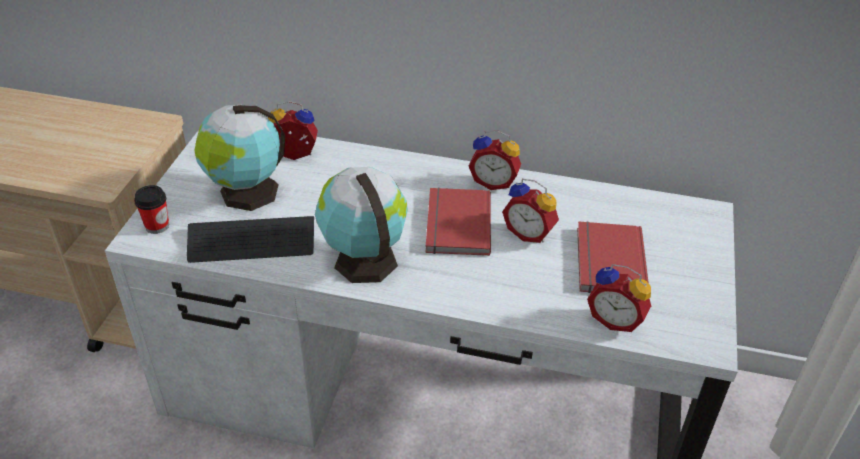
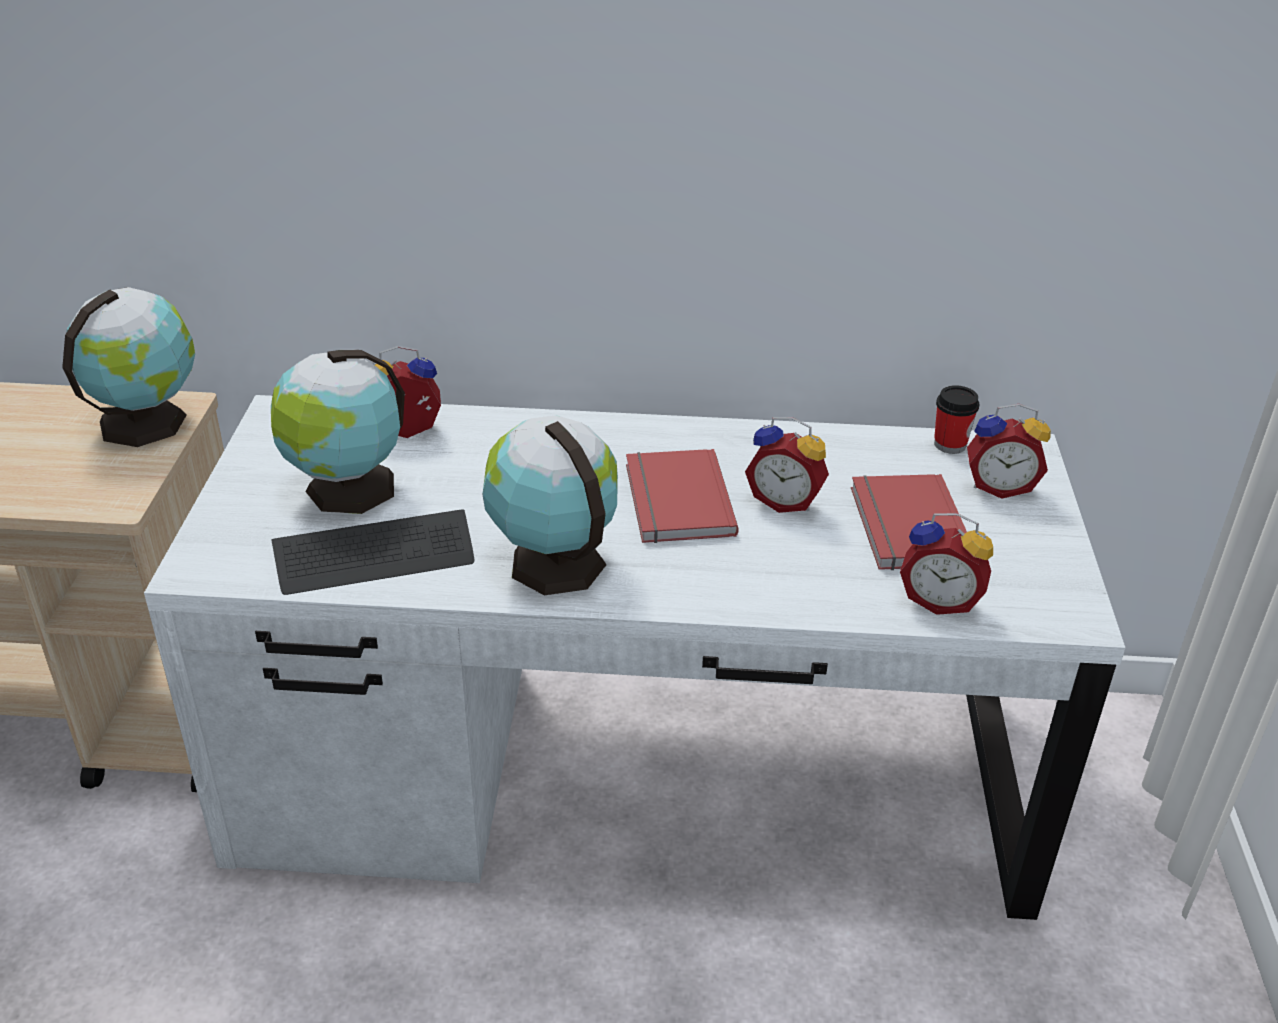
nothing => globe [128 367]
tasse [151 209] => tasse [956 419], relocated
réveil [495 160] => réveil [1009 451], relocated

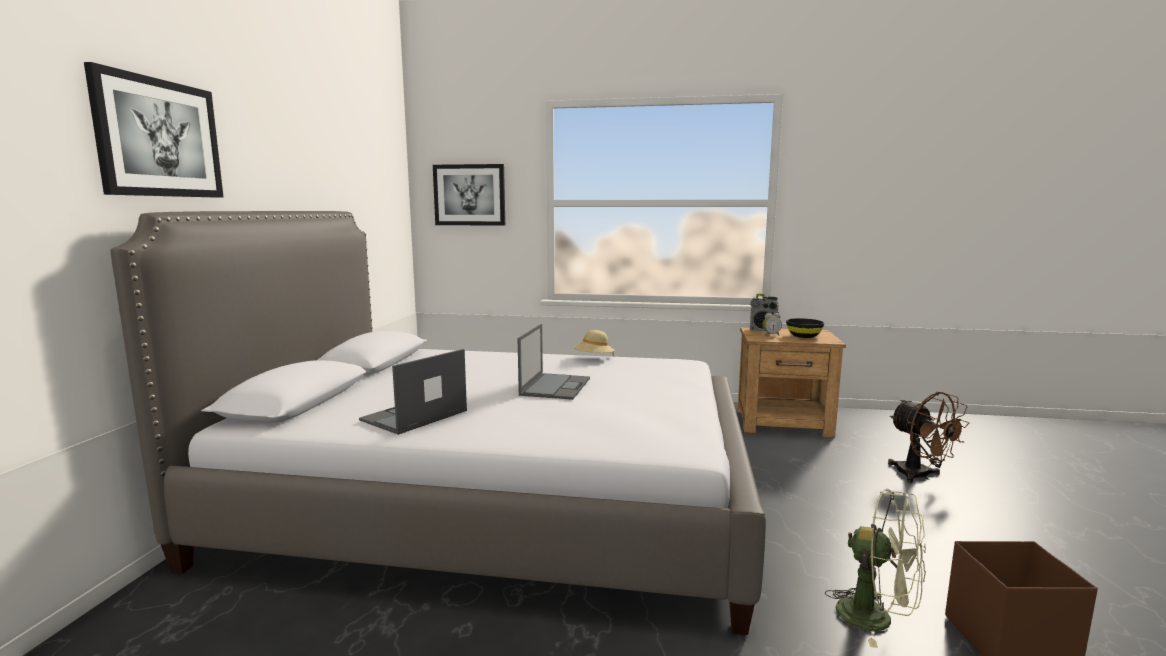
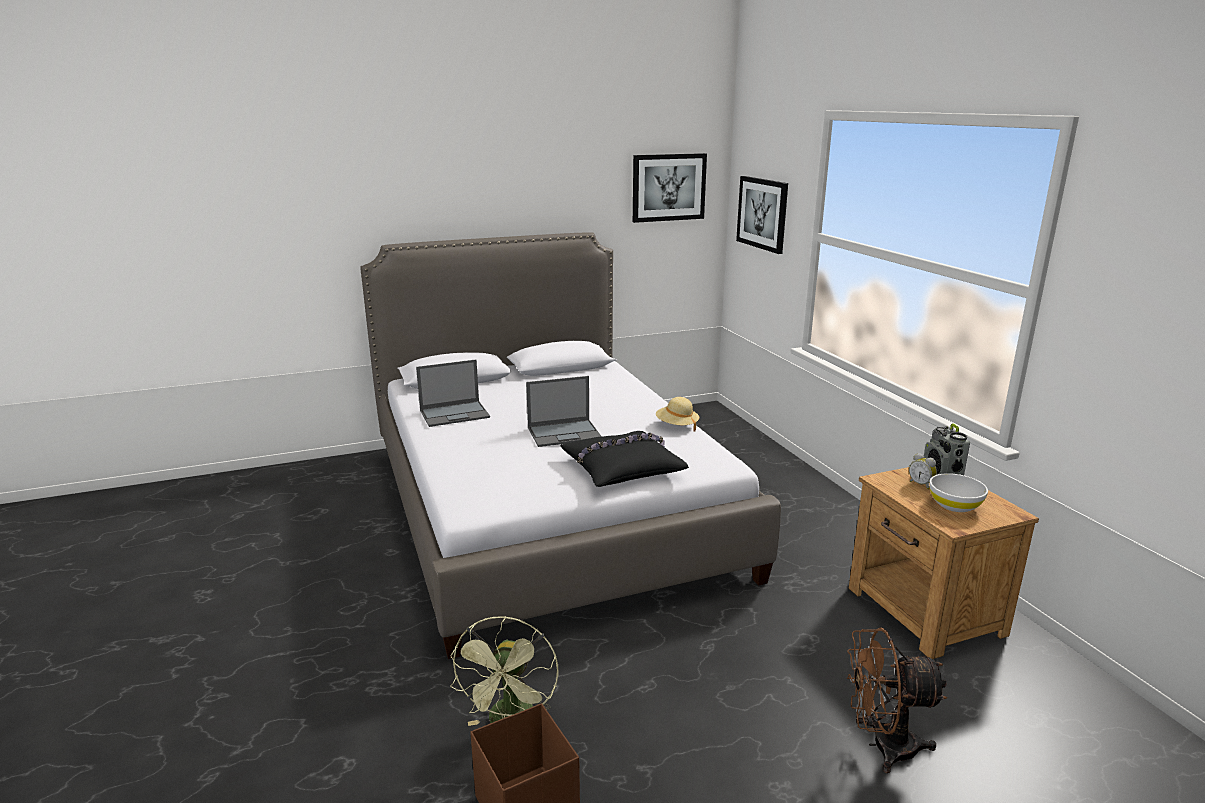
ordinateur portable [413 392] => ordinateur portable [453 393], 150 degrees clockwise
nothing => coussin [noir] [624 459]
tableau [154 130] => tableau [670 188], relocated
ventilateur [marron] [929 437] => ventilateur [marron] [897 700], 60 degrees clockwise
bol [noir] [805 328] => bol [blanc] [958 492]

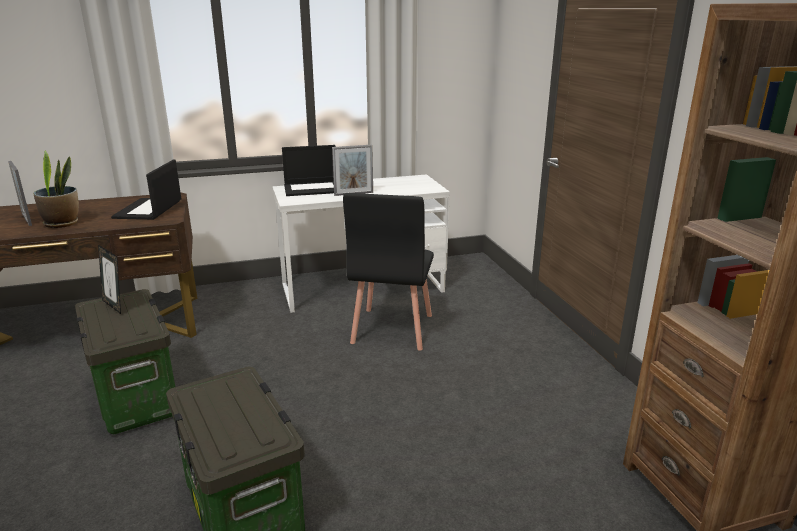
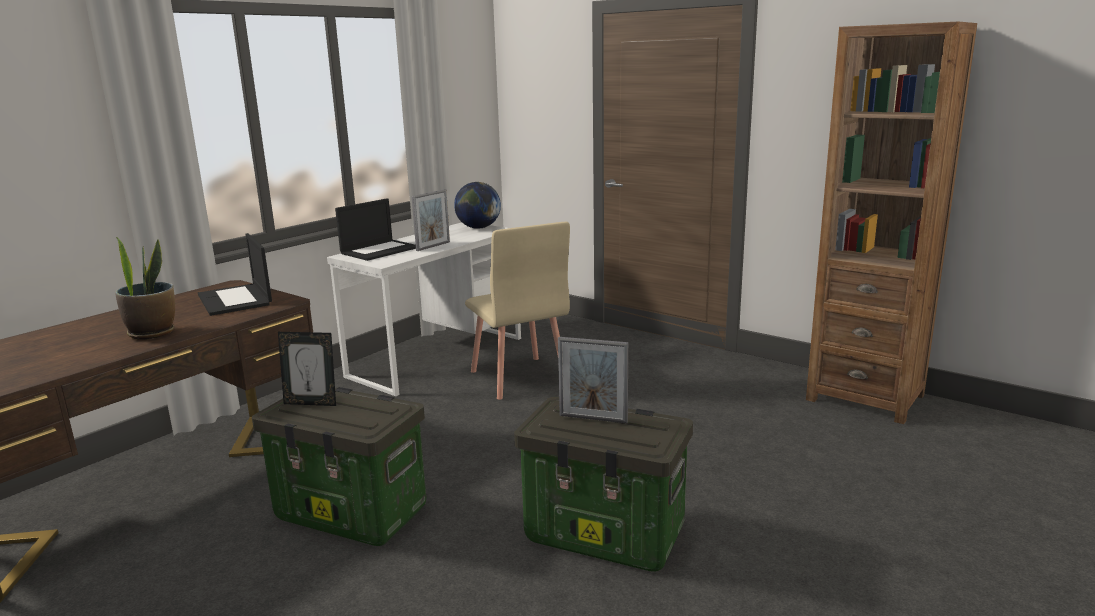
nothing => globe [477 205]
chaise [noir] [388 272] => chaise [beige] [517 311]
cadre photo [20 193] => cadre photo [593 380], relocated

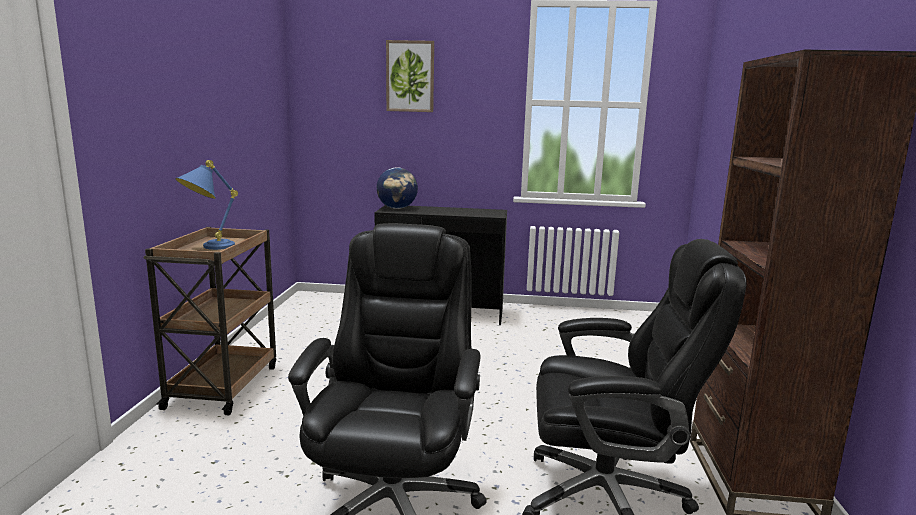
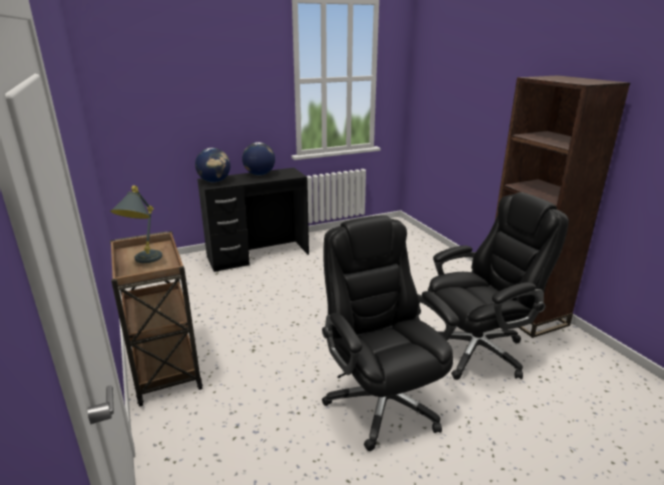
lampe de table [bleu] [206 205] => lampe de table [gris] [136 224]
nothing => globe [258 158]
tableau [410 76] => nothing

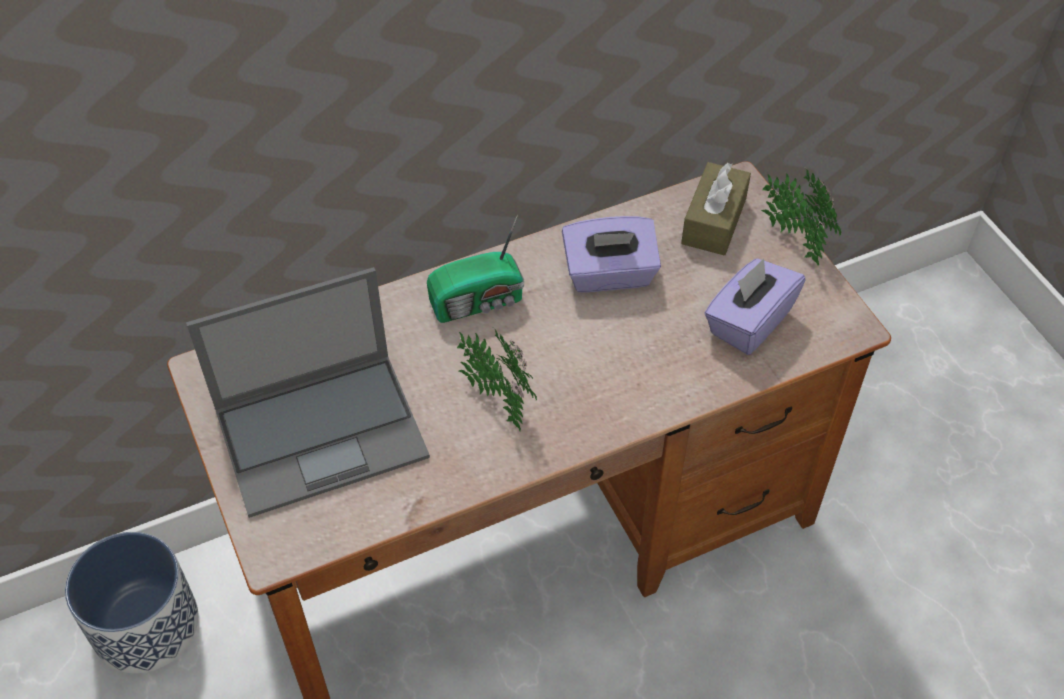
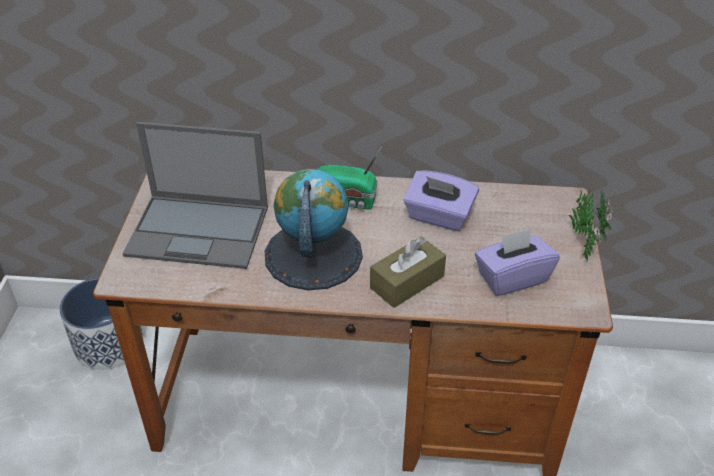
plante en pot [497 379] => globe [314 230]
boîte à mouchoirs [marron] [716 208] => boîte à mouchoirs [marron] [408 272], relocated

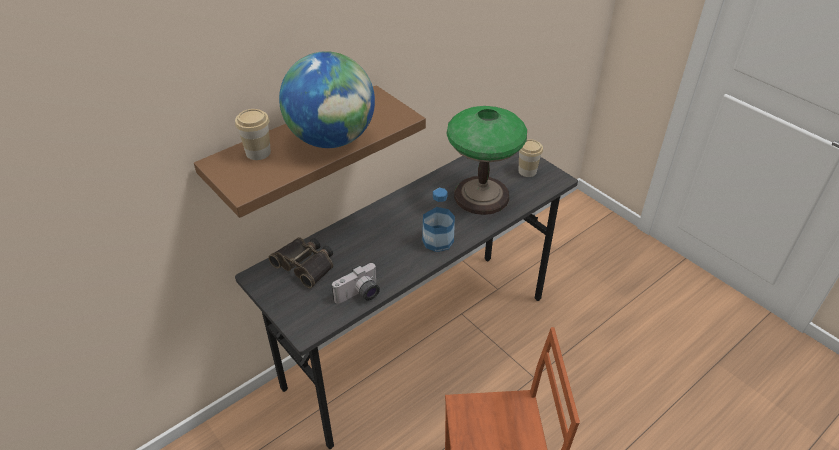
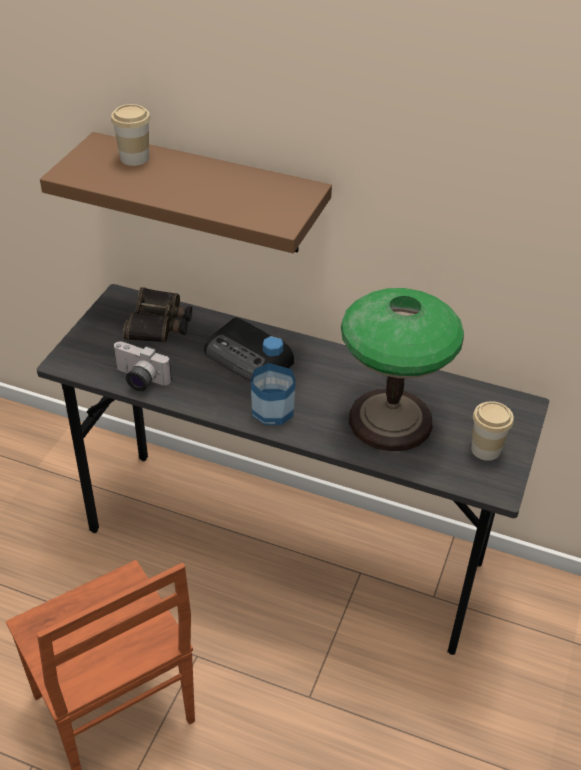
nothing => radio [249 349]
globe [327 99] => nothing

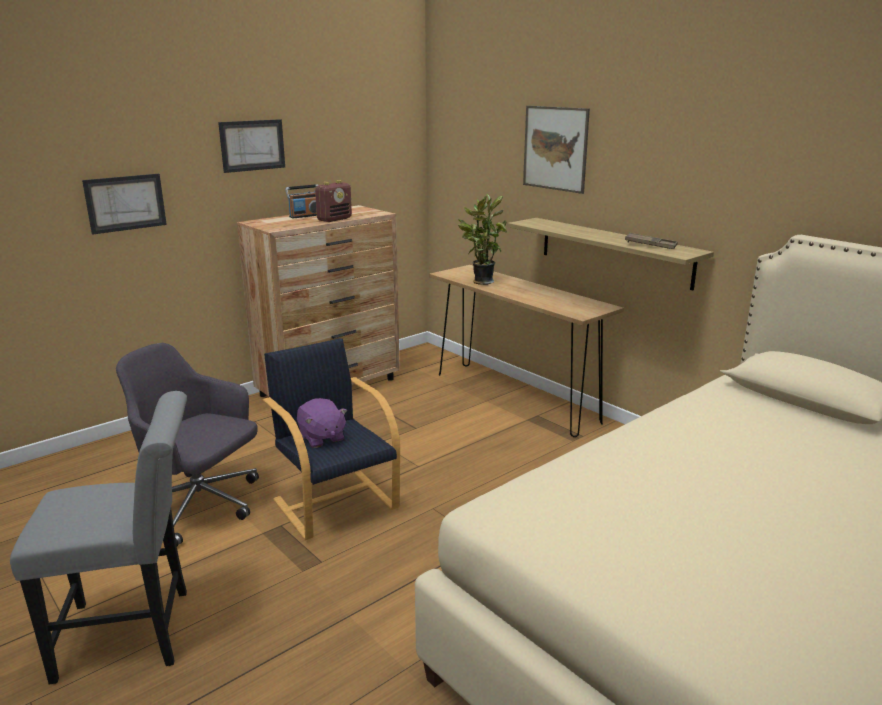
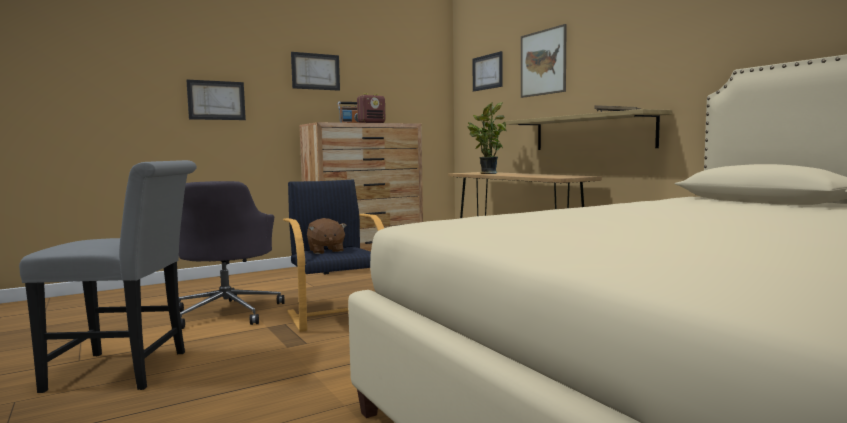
chaise de bureau [gris] [187 444] => chaise de bureau [gris] [232 255], 135 degrees counterclockwise
peluche [violet] [322 423] => peluche [marron] [327 236]
nothing => tableau [488 71]

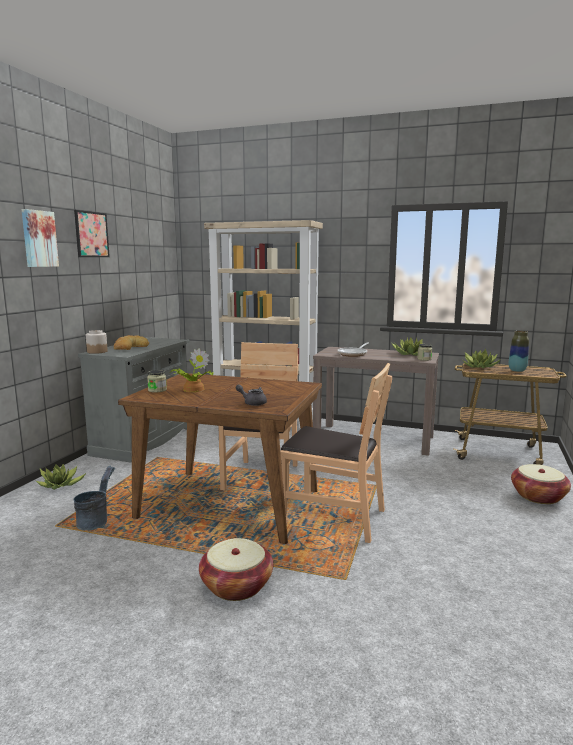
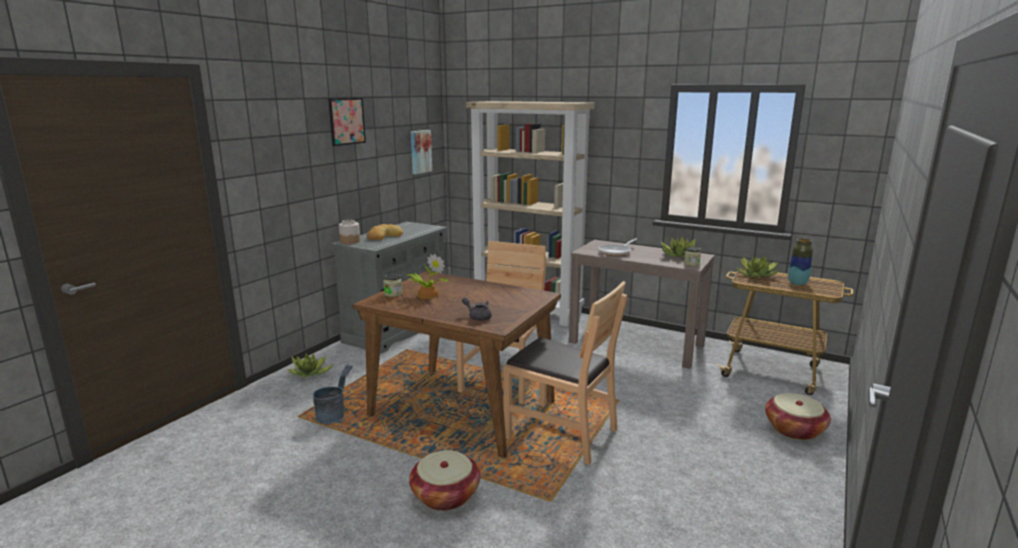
tableau [40 238] => tableau [421 152], relocated

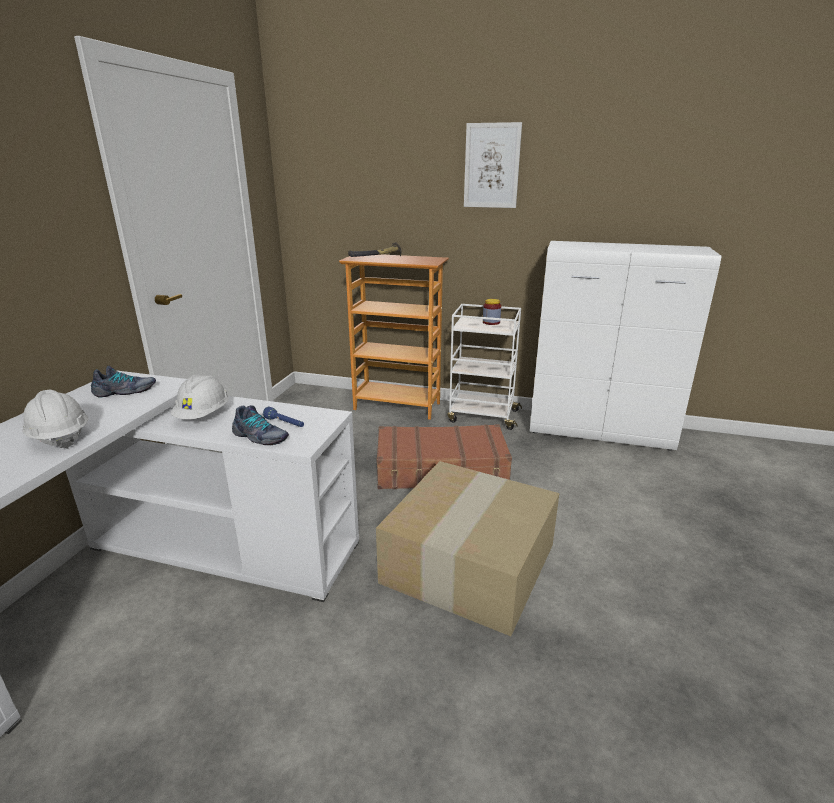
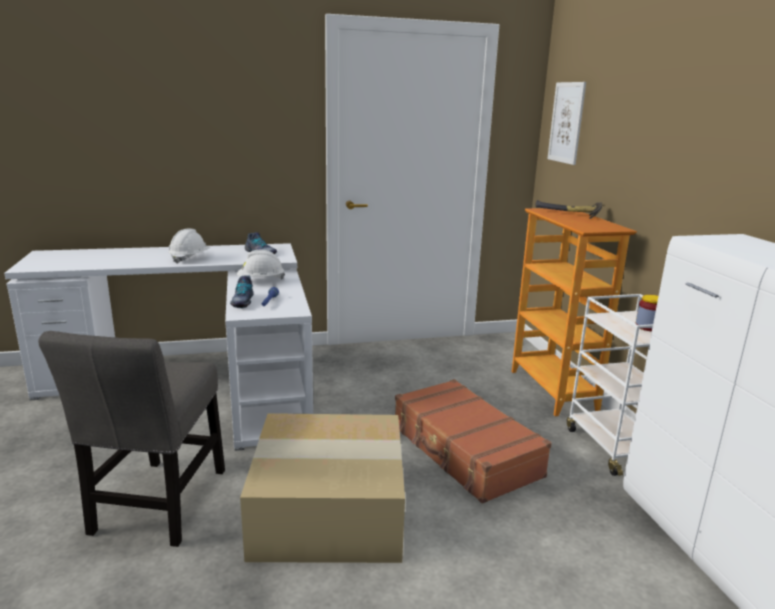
nothing => chaise [gris] [131 439]
tableau [493 165] => tableau [566 123], relocated

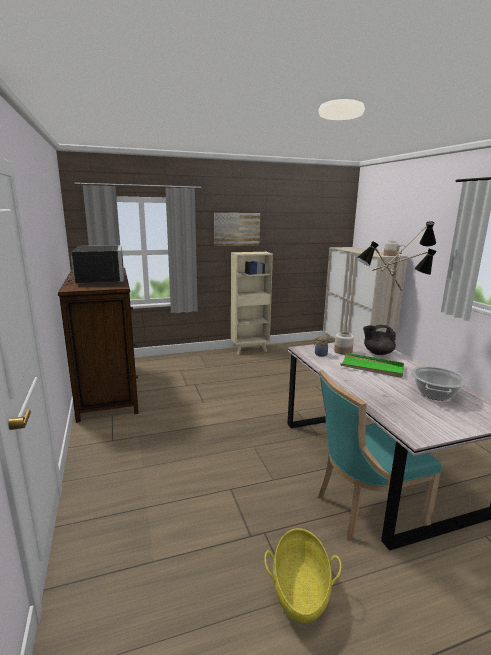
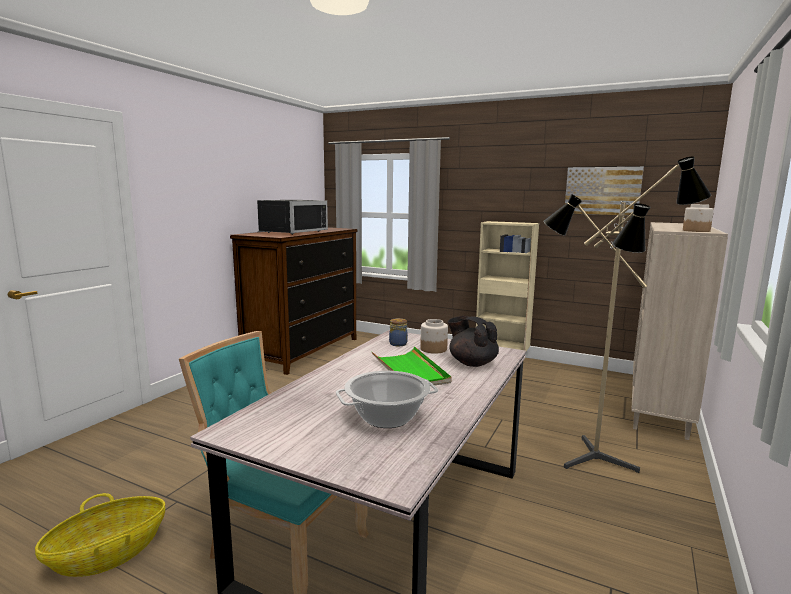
tableau [237 229] => tableau [604 191], relocated

